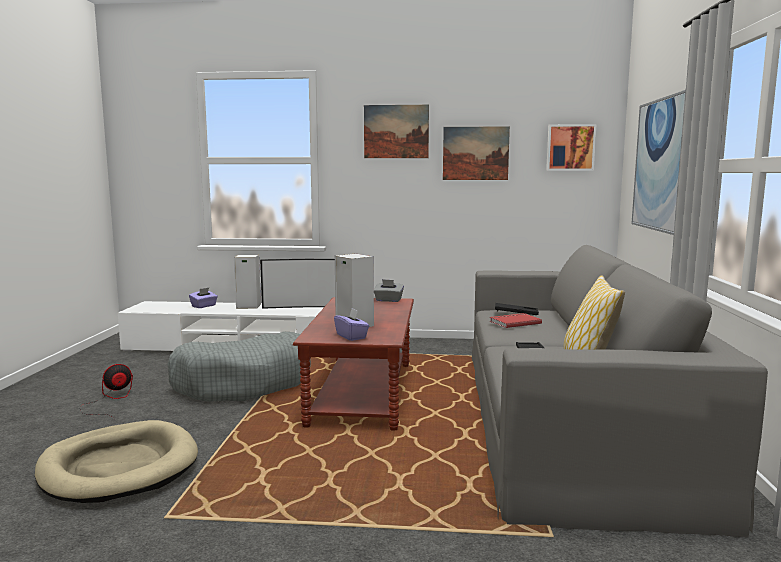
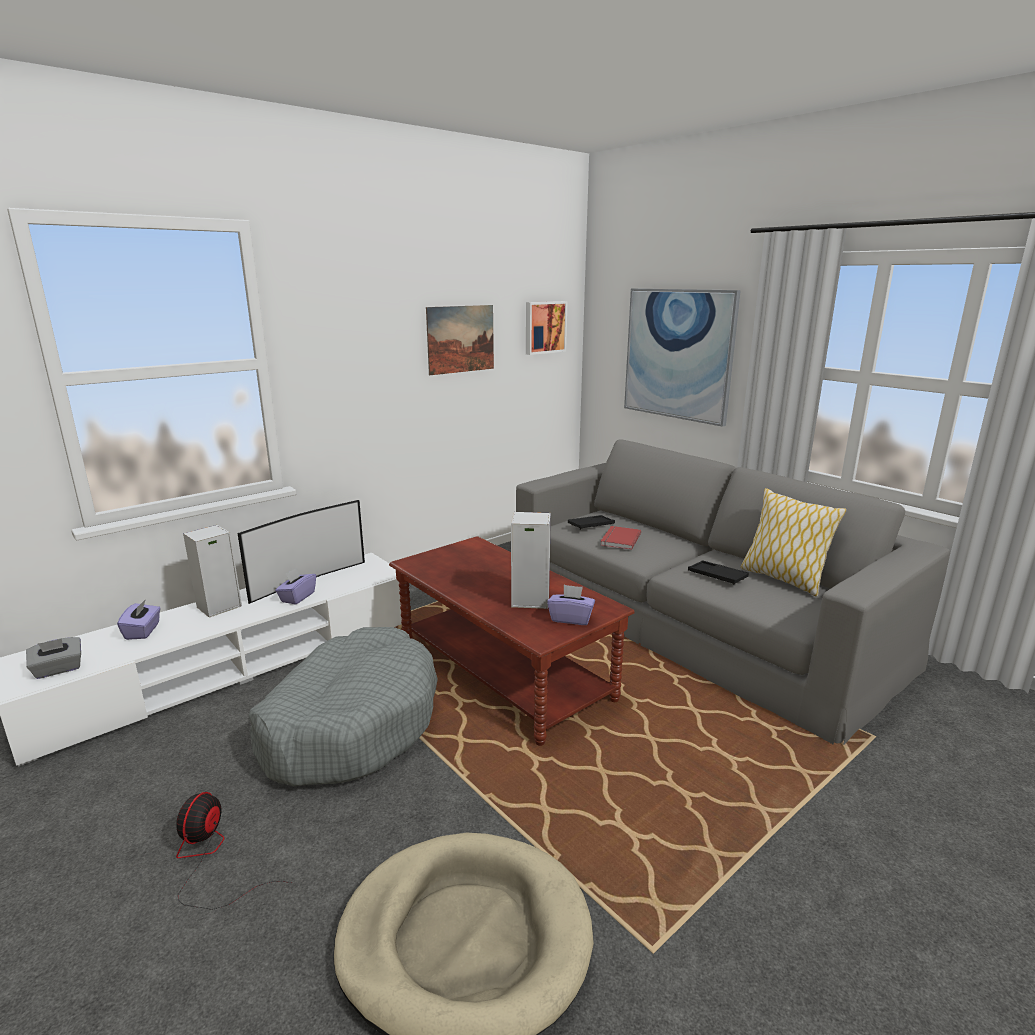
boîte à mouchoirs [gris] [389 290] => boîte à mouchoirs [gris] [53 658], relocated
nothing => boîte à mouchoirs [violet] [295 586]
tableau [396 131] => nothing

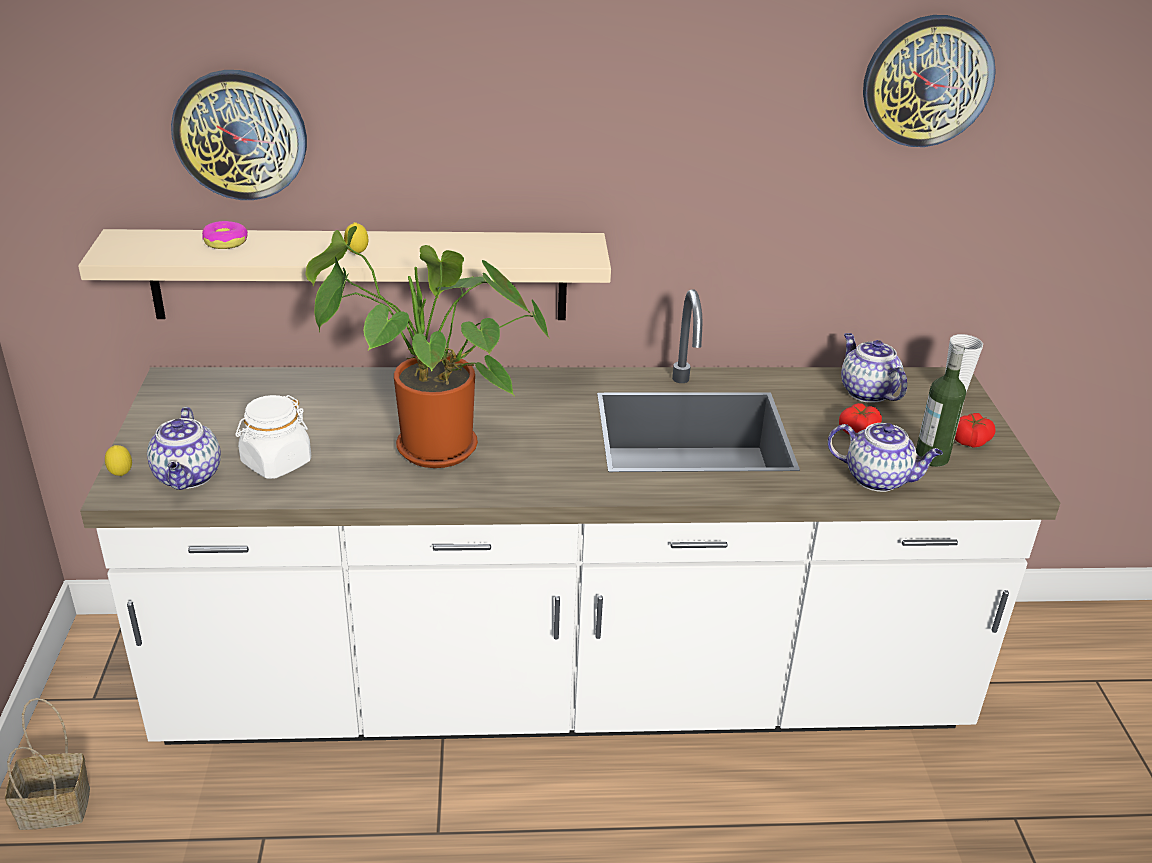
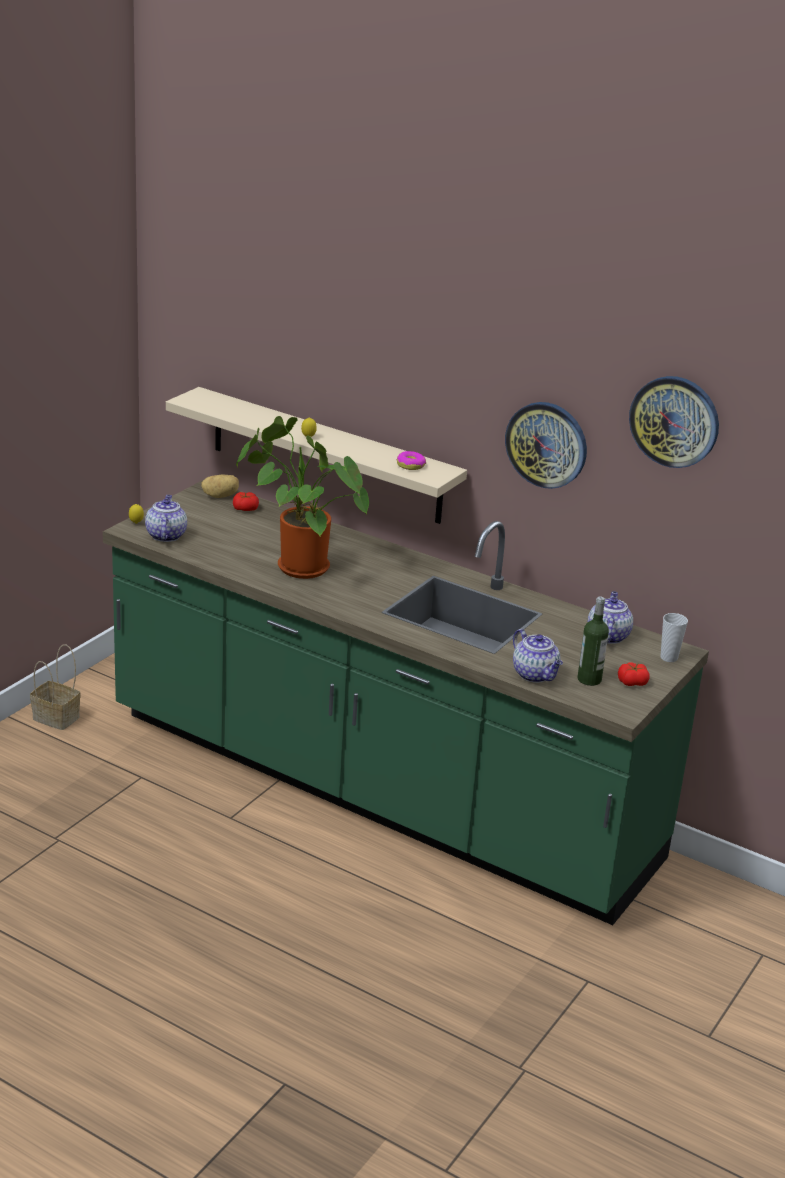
comptoir de cuisine [blanc] [570 517] => comptoir de cuisine [vert] [406 702]
théière [184 448] => théière [166 518], 150 degrees clockwise
nothing => pomme de terre [220 486]
tomate [860 419] => tomate [246 501], relocated
beignet [225 235] => beignet [411 460], relocated
horloge murale [239 135] => horloge murale [546 445], relocated
bocal [blanc] [273 437] => nothing

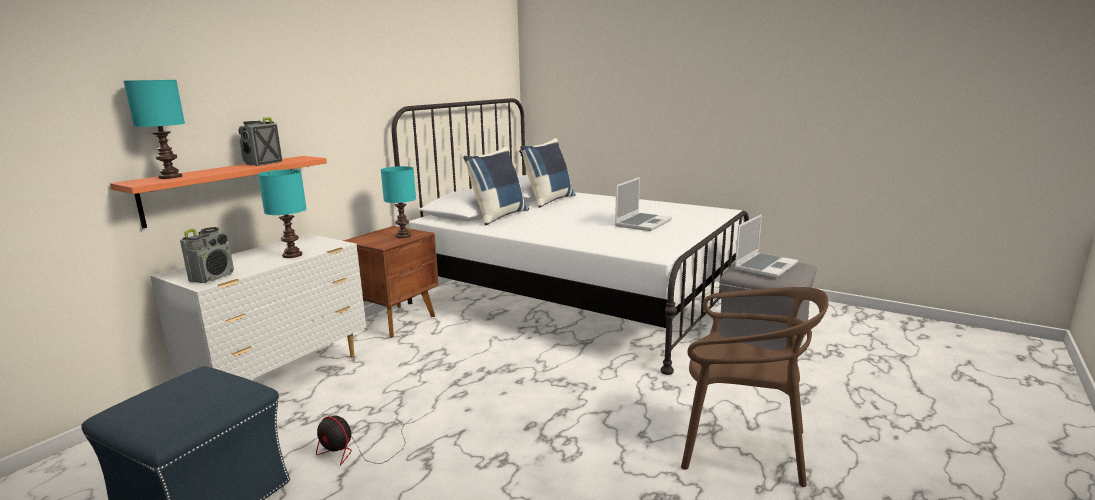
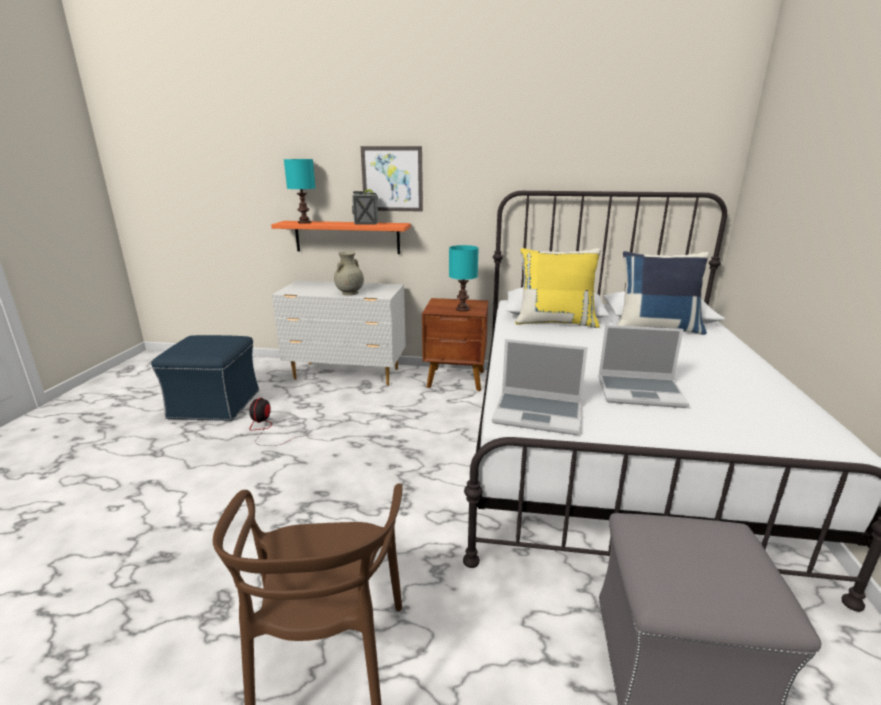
lampe de table [turquoise] [282 213] => vase [beige] [349 273]
nothing => tableau [392 179]
ordinateur portable [766 246] => ordinateur portable [540 387], relocated
coussin [bleu] [496 186] => coussin [jaune] [558 288]
radio [207 255] => nothing

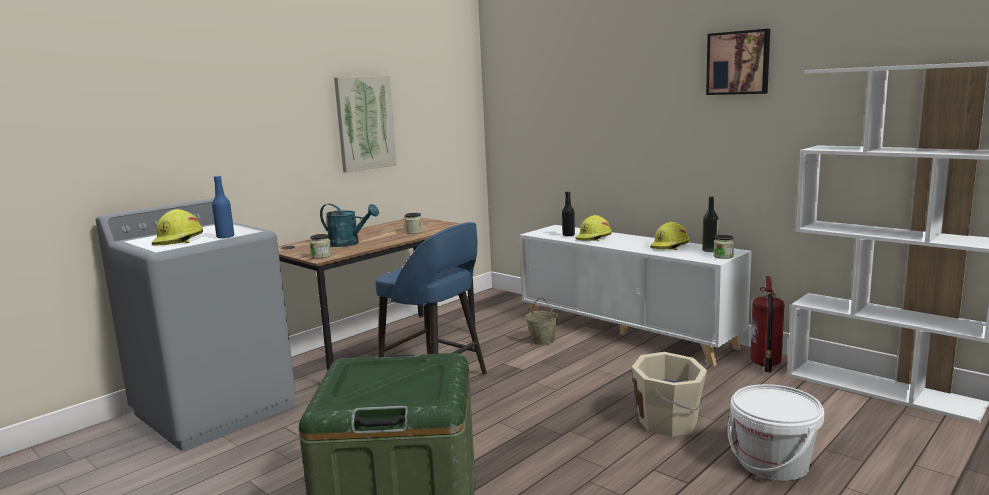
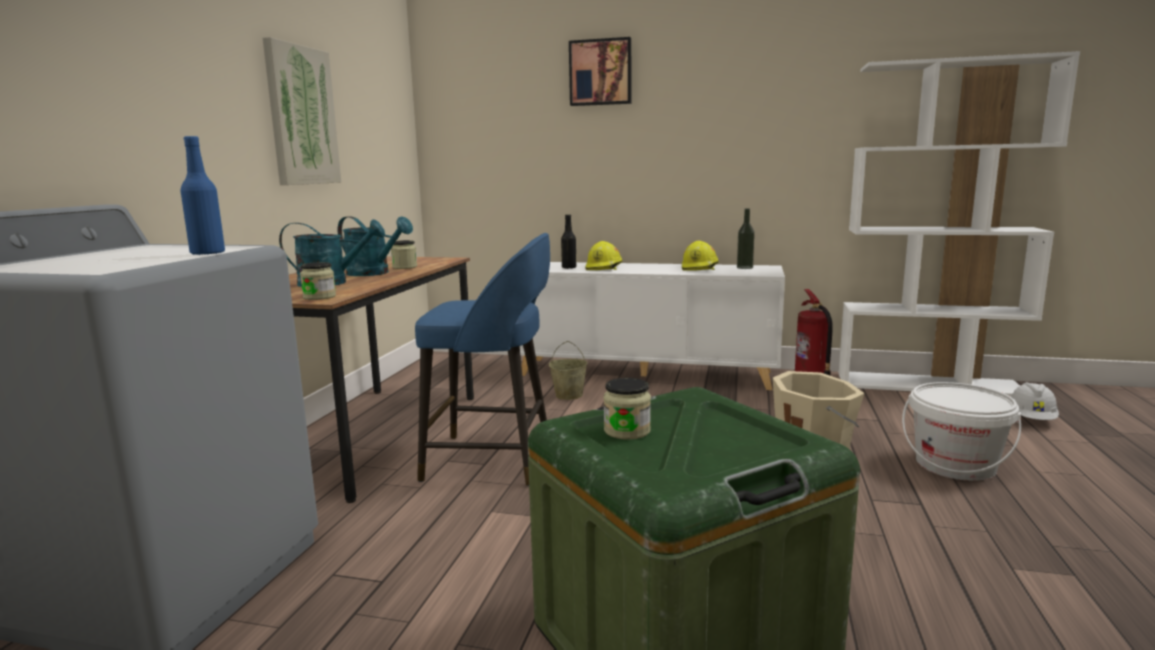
nothing => arrosoir [turquoise] [375 246]
tableau [738 62] => tableau [600 71], relocated
bocal [723 247] => bocal [627 409], relocated
nothing => casque de chantier [blanc] [1035 401]
casque de chantier [jaune] [177 227] => nothing

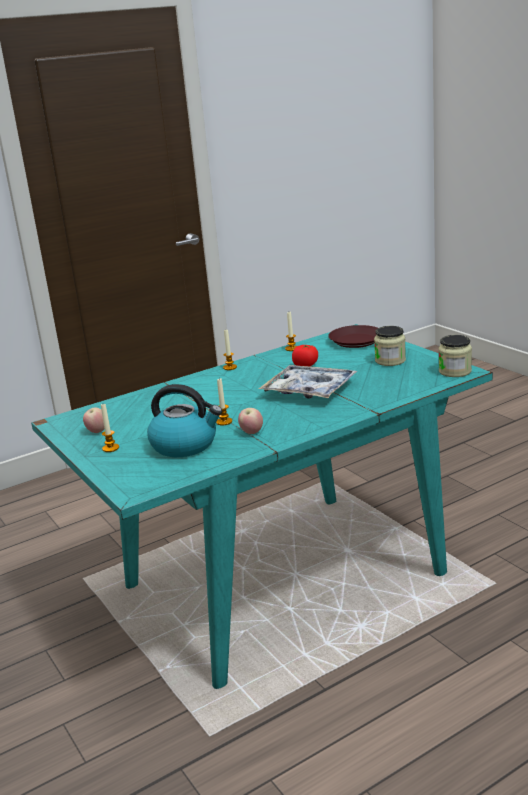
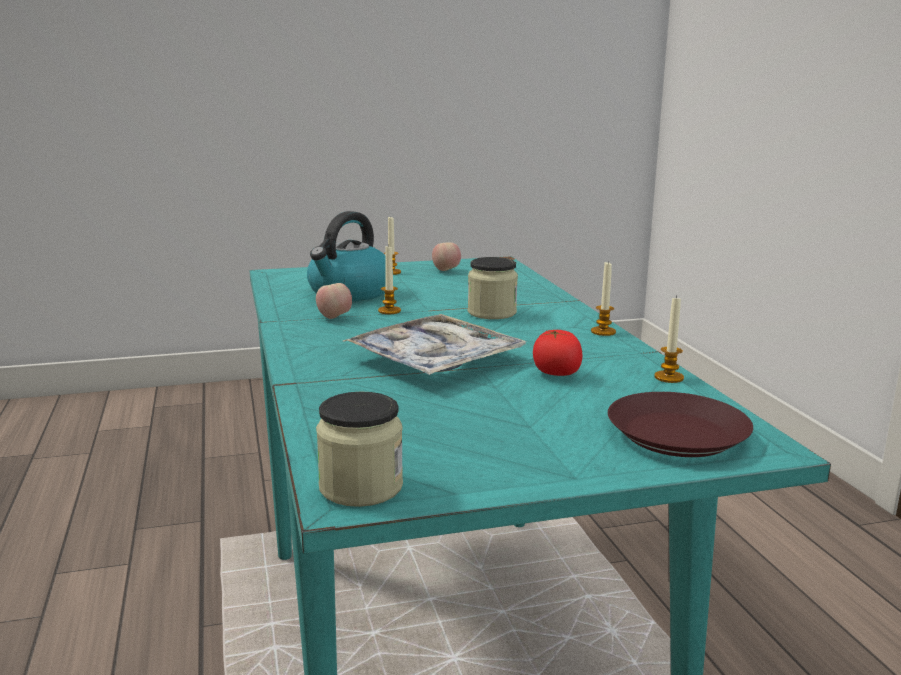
bocal [390 346] => bocal [493 288], relocated

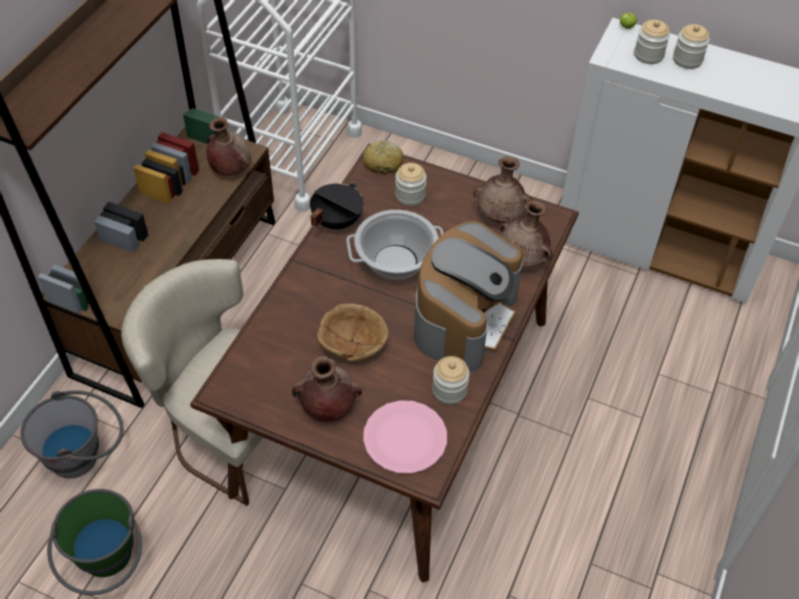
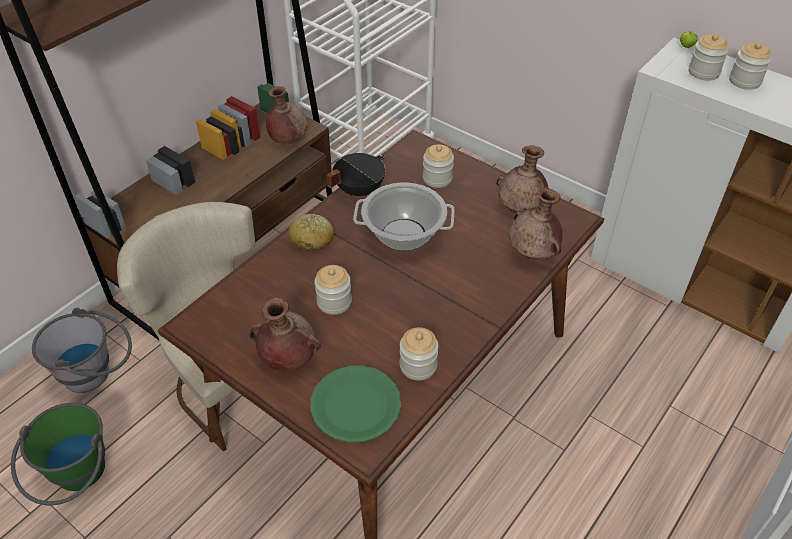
pain [383 157] => pain [311 232], relocated
assiette [rose] [405 437] => assiette [vert] [356 404]
bol [marron] [352 332] => bocal [333 290]
machine à café [468 296] => nothing

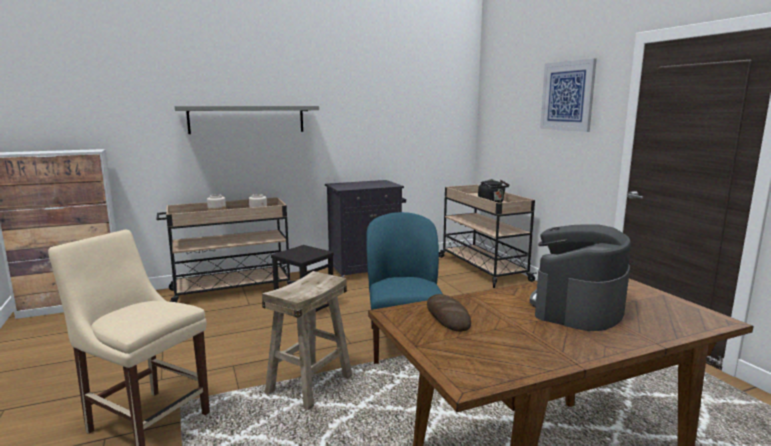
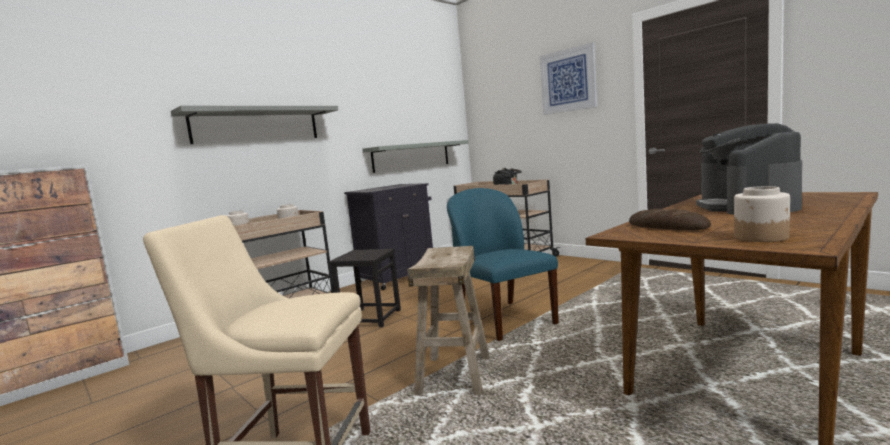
nothing => étagère [gris] [415 156]
nothing => bocal [762 214]

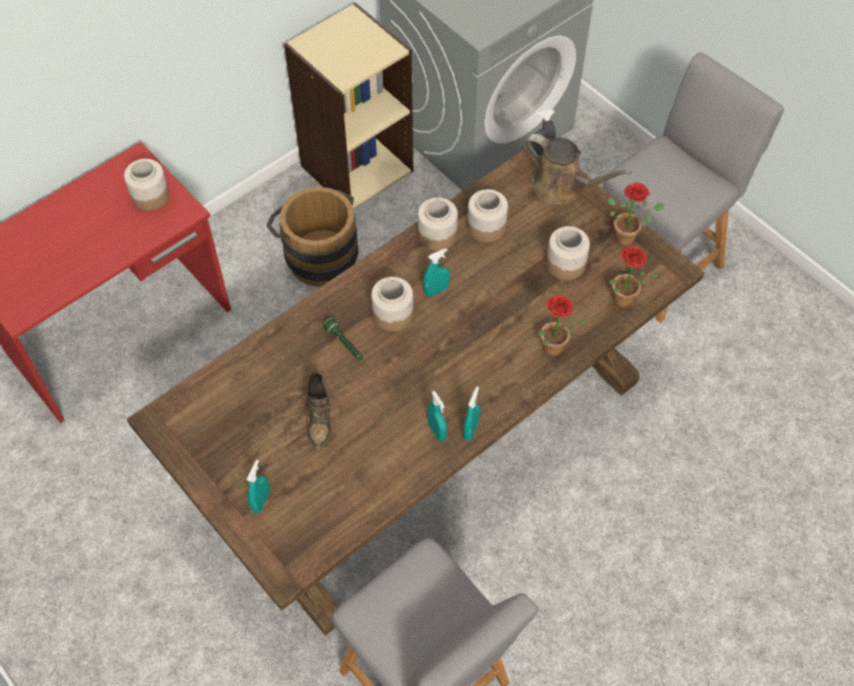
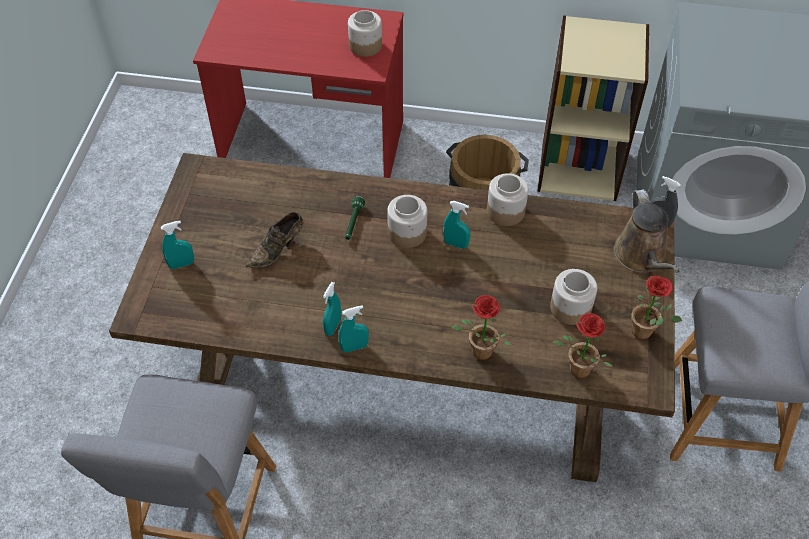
bocal [487 216] => nothing

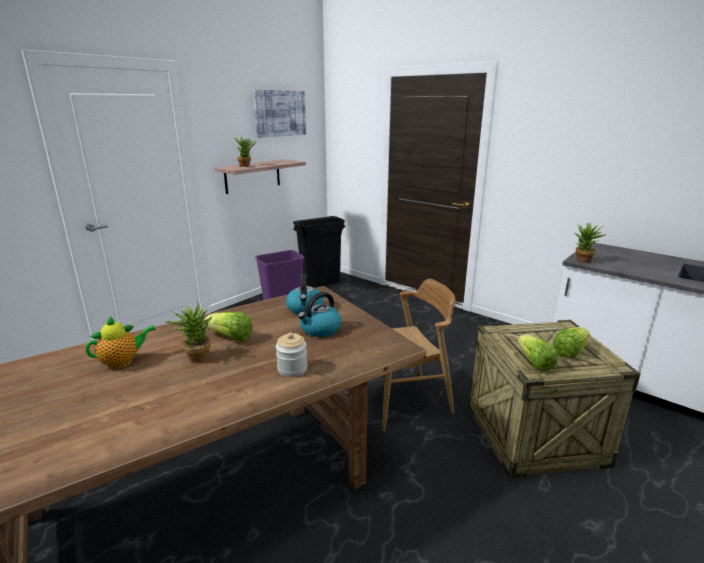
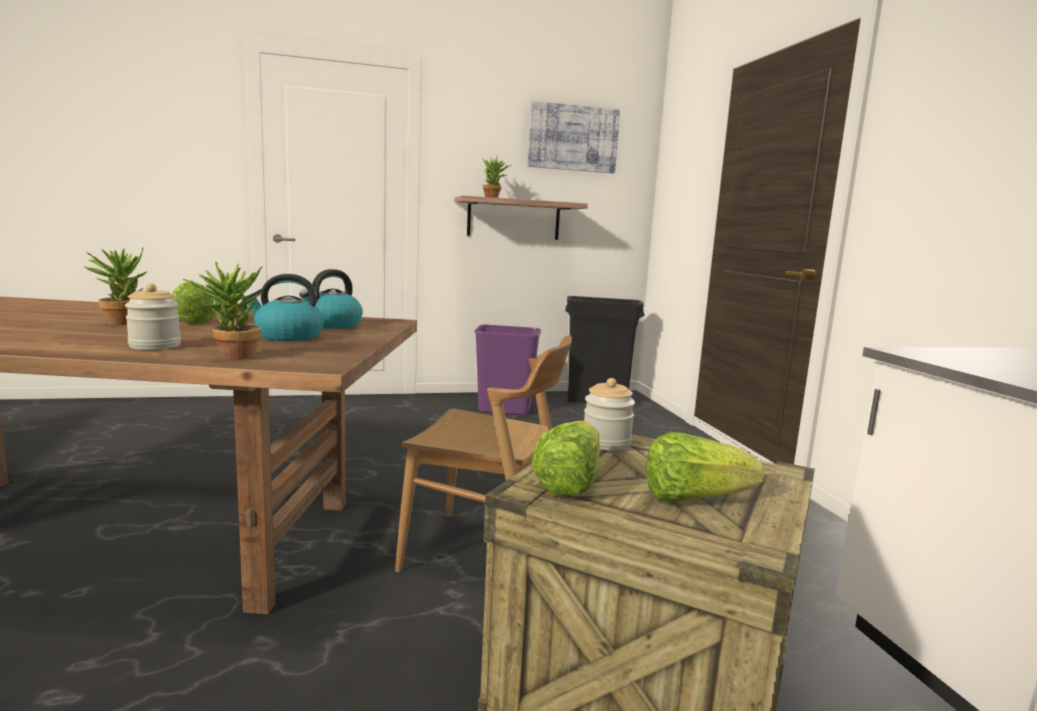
plante en pot [589 242] => plante en pot [223 310], relocated
nothing => bocal [609 414]
théière [120 343] => nothing

